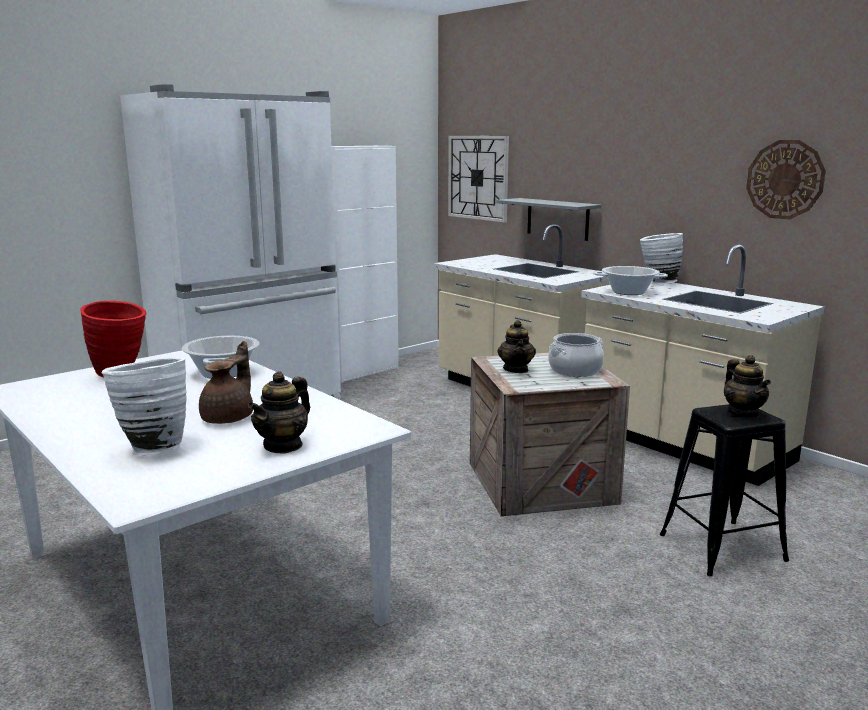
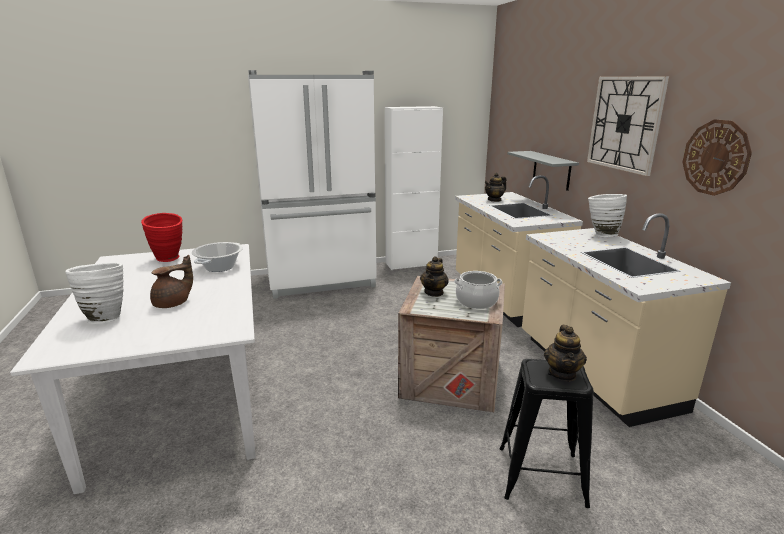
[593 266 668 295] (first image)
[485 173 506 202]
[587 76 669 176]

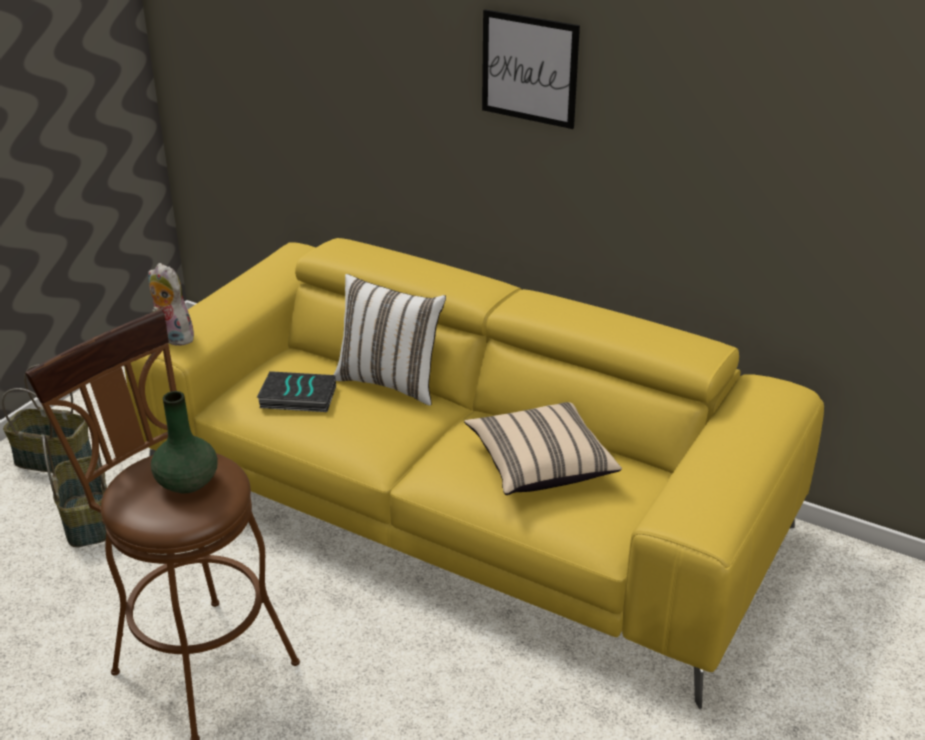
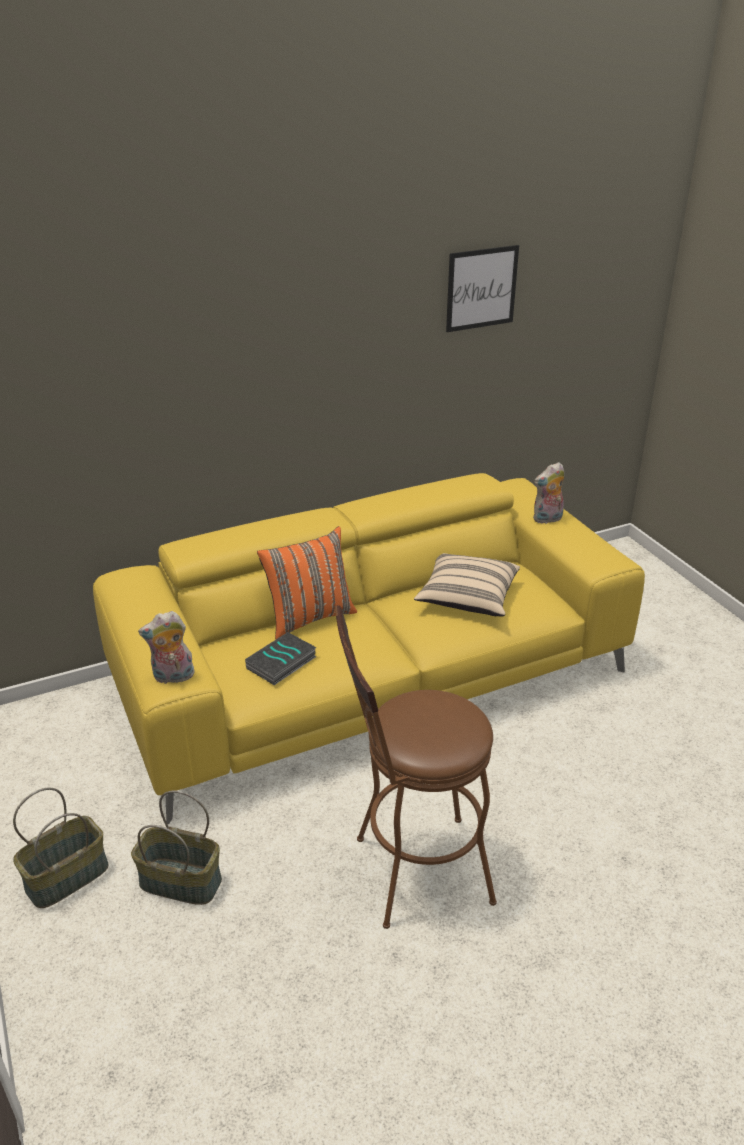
[151 391 218 494] (first image)
[533 462 565 524]
[446 245 519 332]
[257 526 357 639]

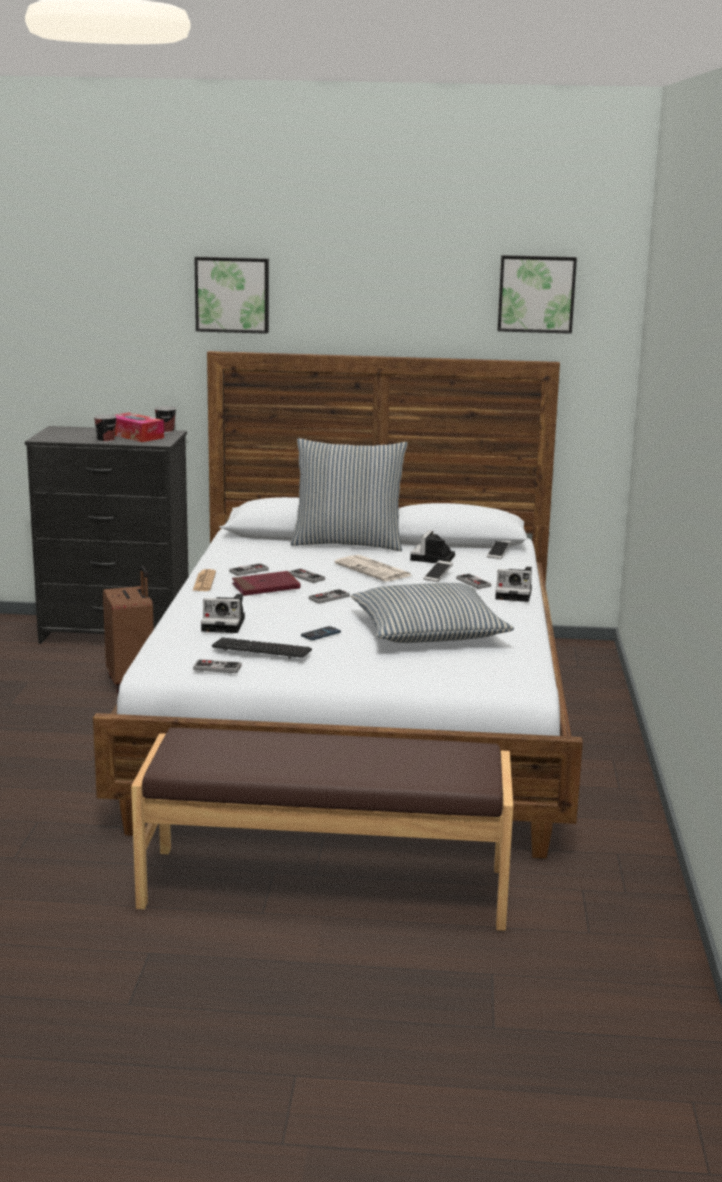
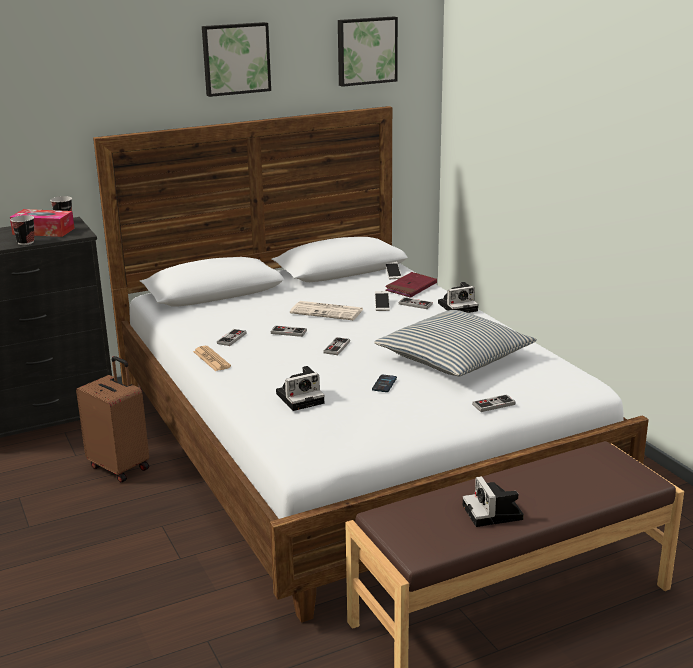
[212 637 312 659] (first image)
[290 438 408 551] (first image)
[472 394 516 412]
[202 22 271 97]
[385 272 437 298]
[463 476 524 527]

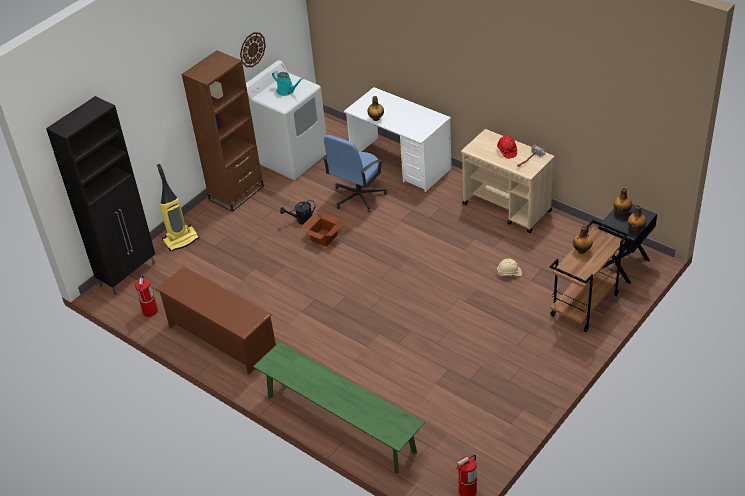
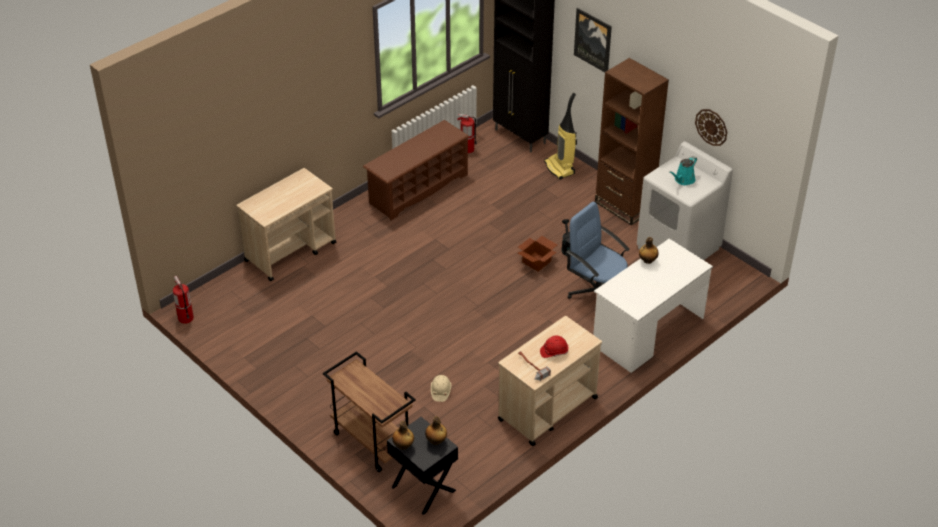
[573 226 593 254] (first image)
[574 8 612 72]
[237 168 336 281]

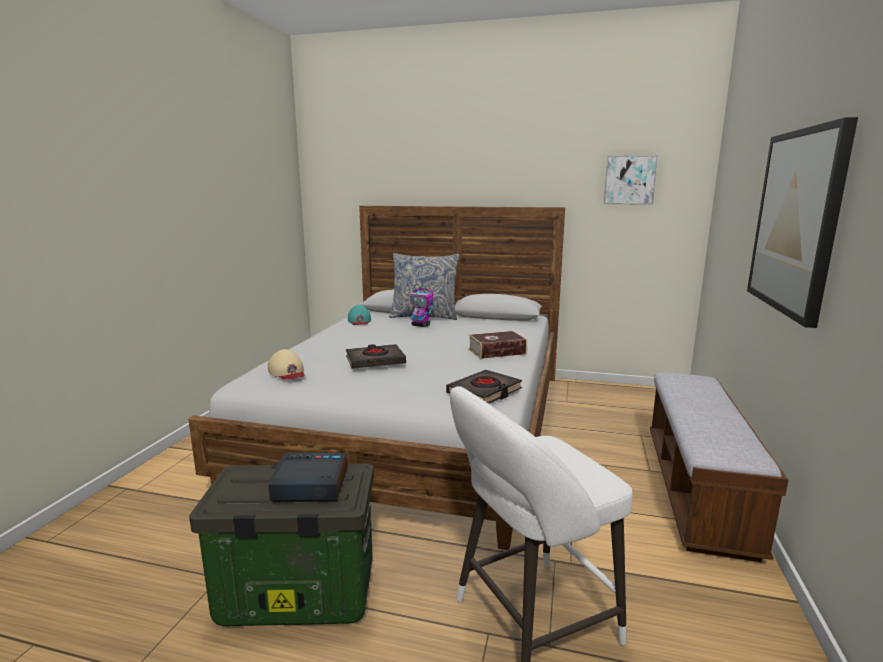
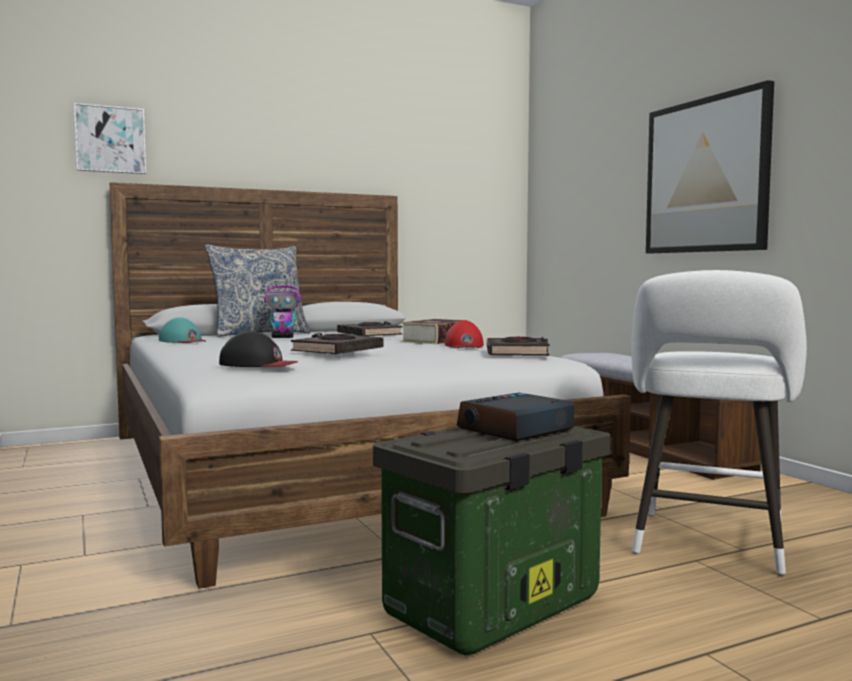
[337 321 403 336]
[445 320 484 348]
[74 103 146 174]
[219 331 298 367]

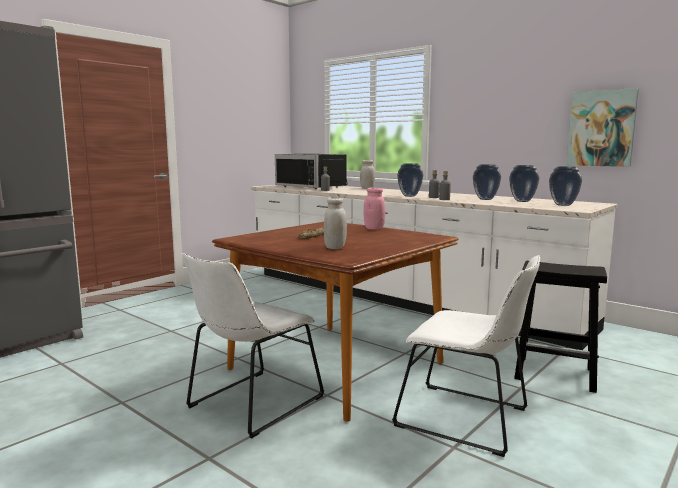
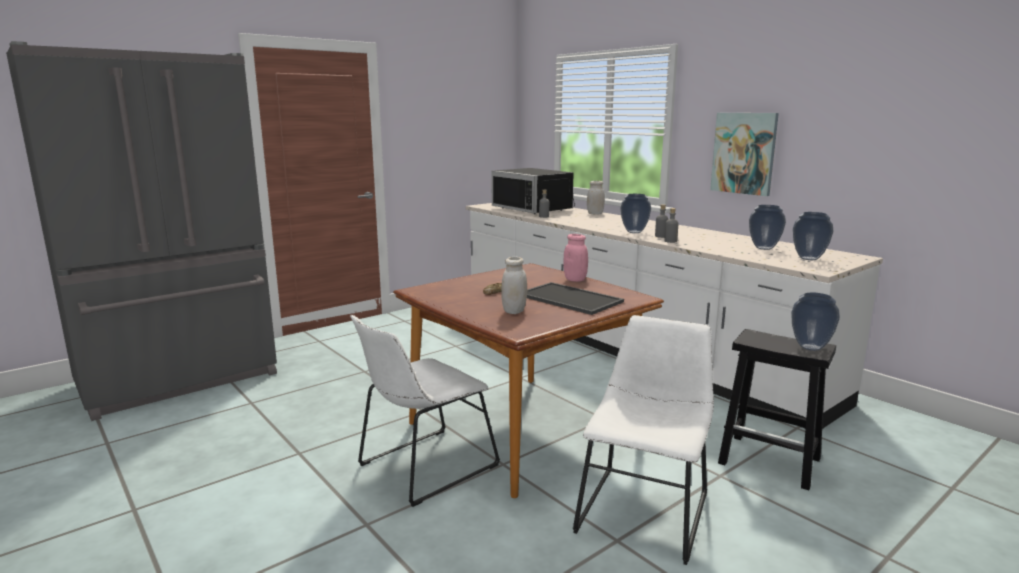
[527 282 624 315]
[791 293 840 351]
[710 113 779 196]
[573 315 714 565]

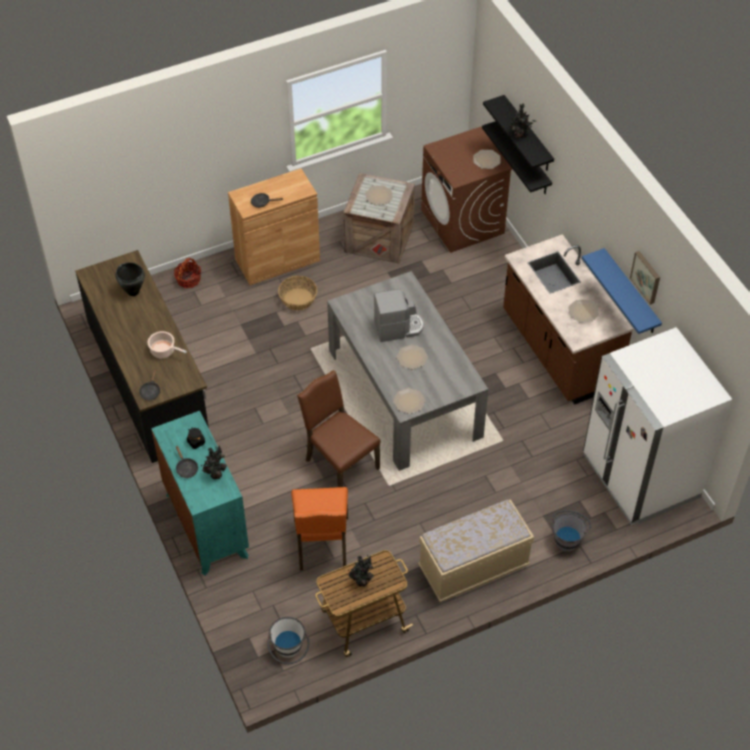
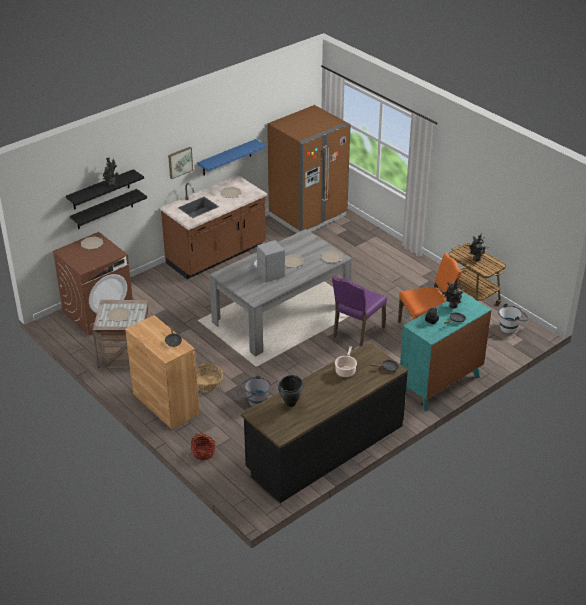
[418 499 534 602] (first image)
[237 375 271 407]
[168 147 193 179]
[332 276 387 347]
[267 105 351 233]

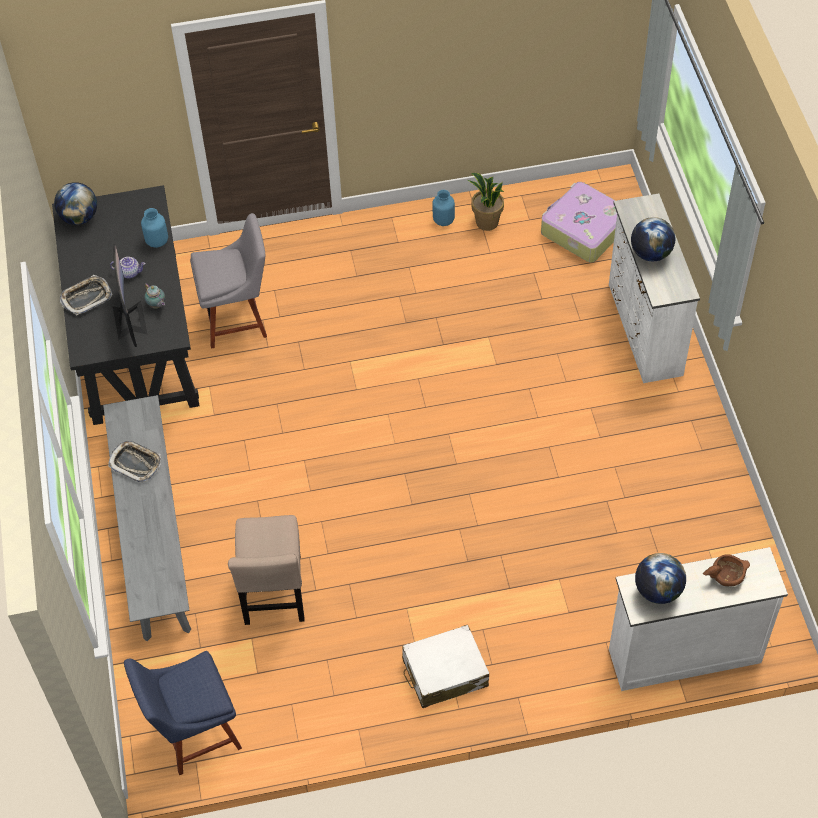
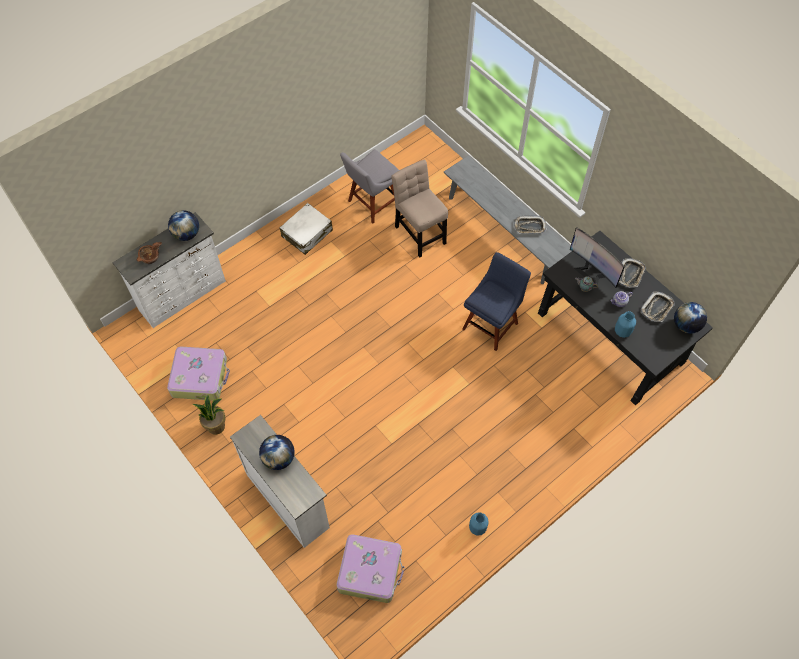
[167 347 230 401]
[641 291 675 322]
[462 252 531 351]
[340 149 399 223]
[193 395 226 435]

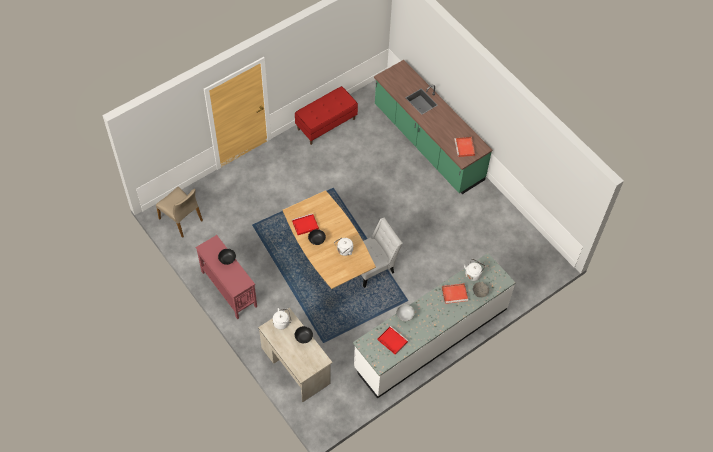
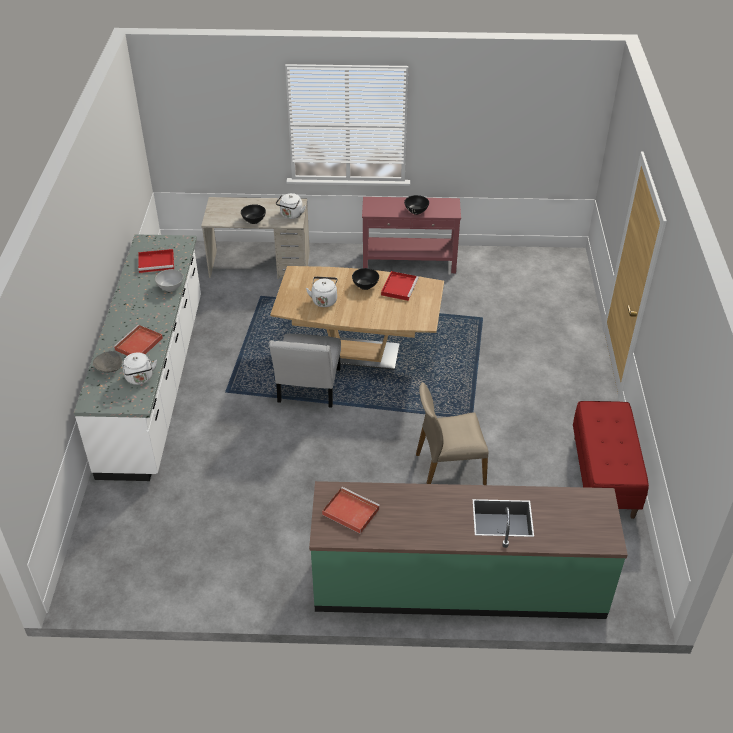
[416 382 489 485]

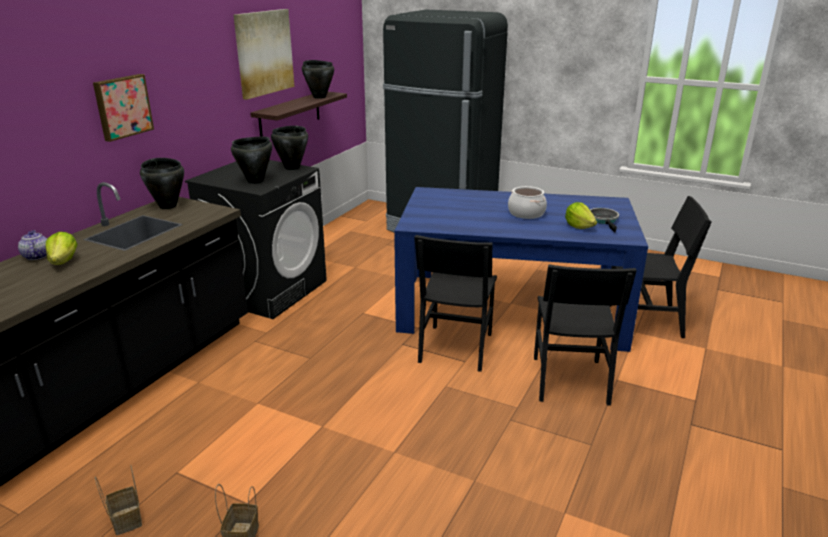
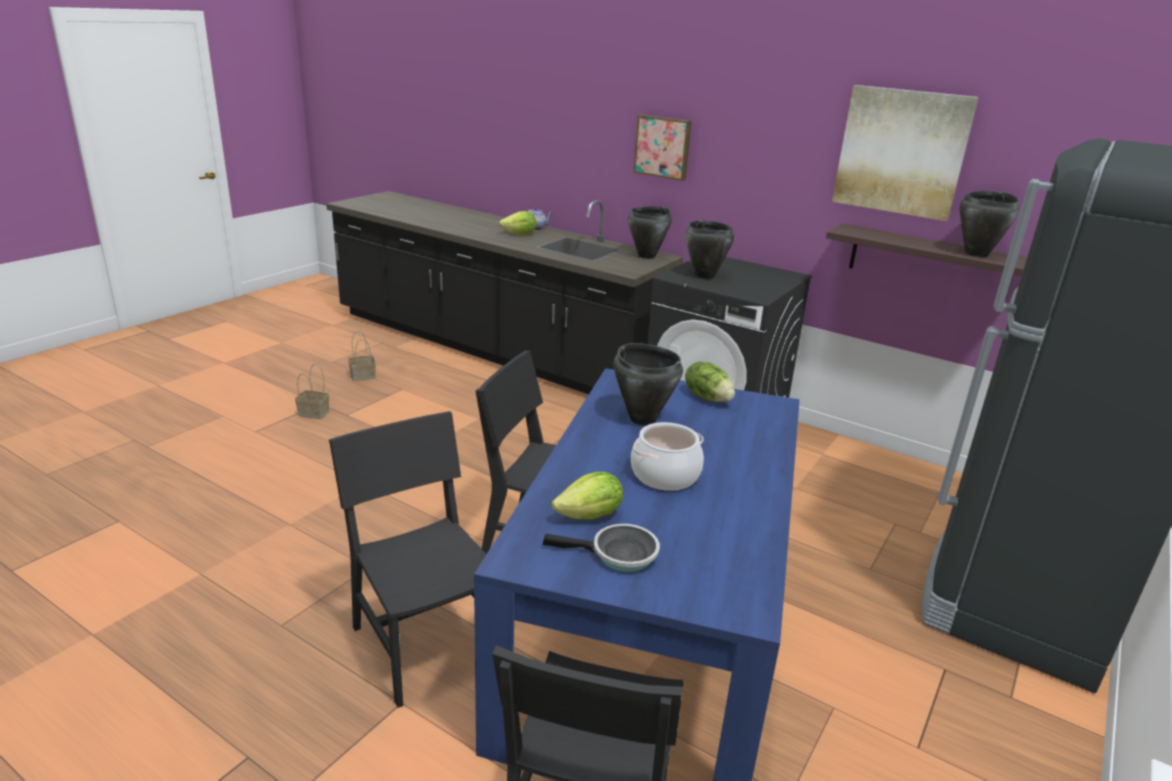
[685 361 735 402]
[613 343 683 425]
[329 411 486 708]

